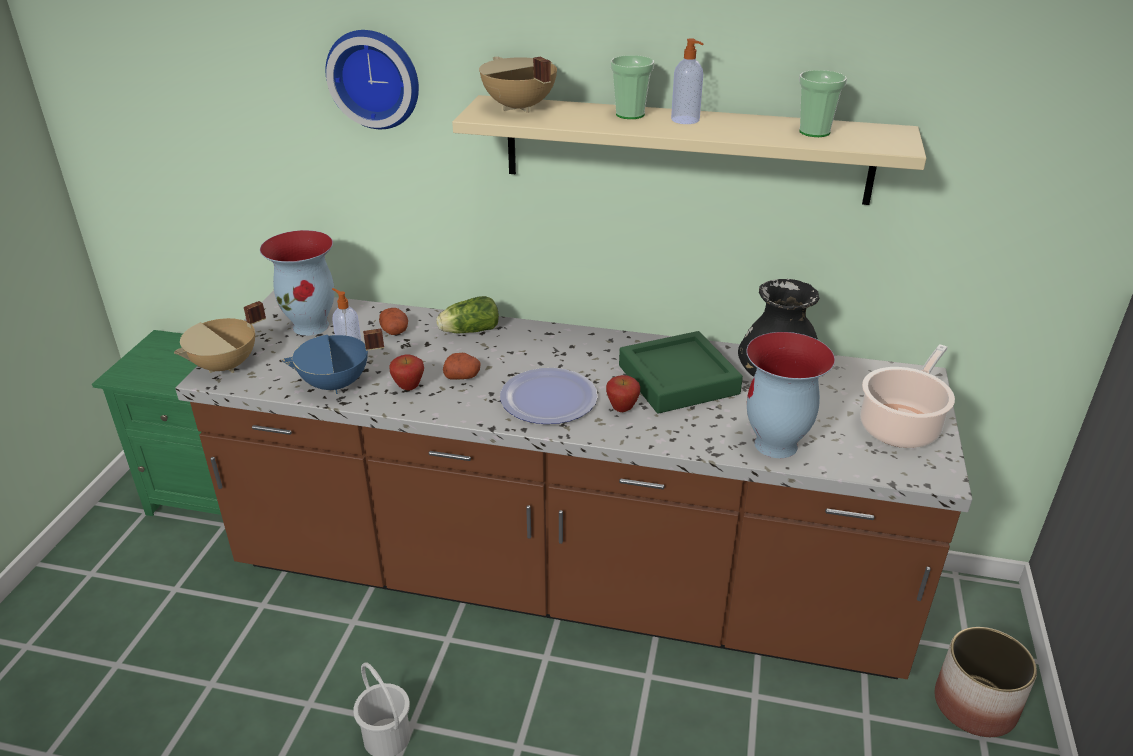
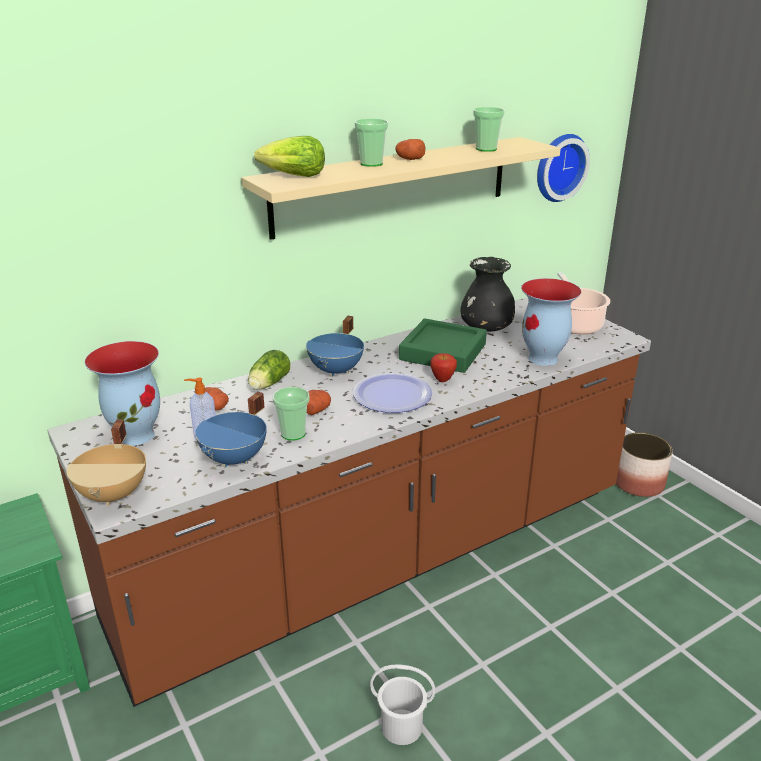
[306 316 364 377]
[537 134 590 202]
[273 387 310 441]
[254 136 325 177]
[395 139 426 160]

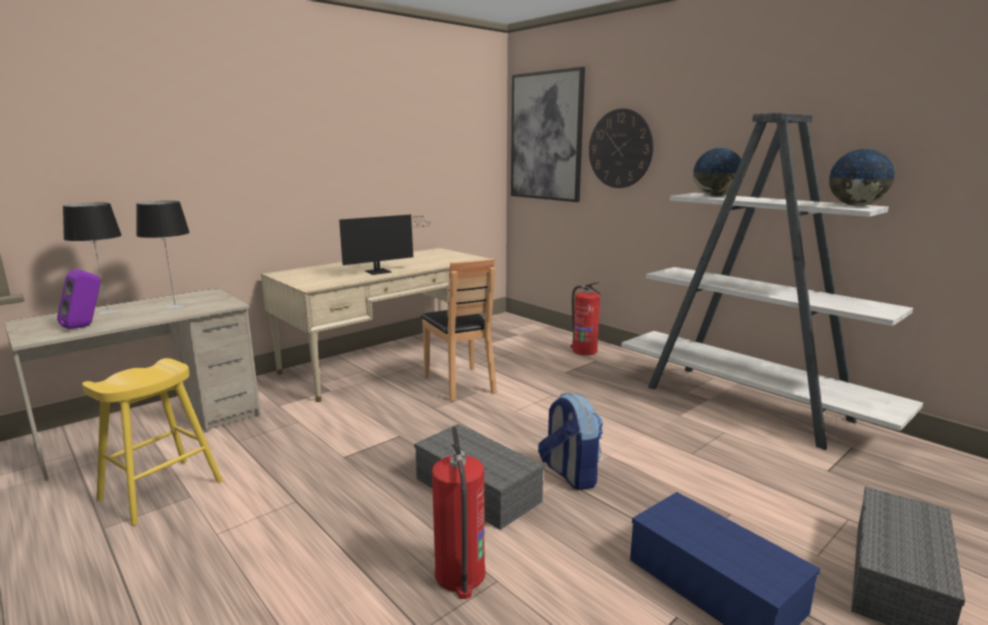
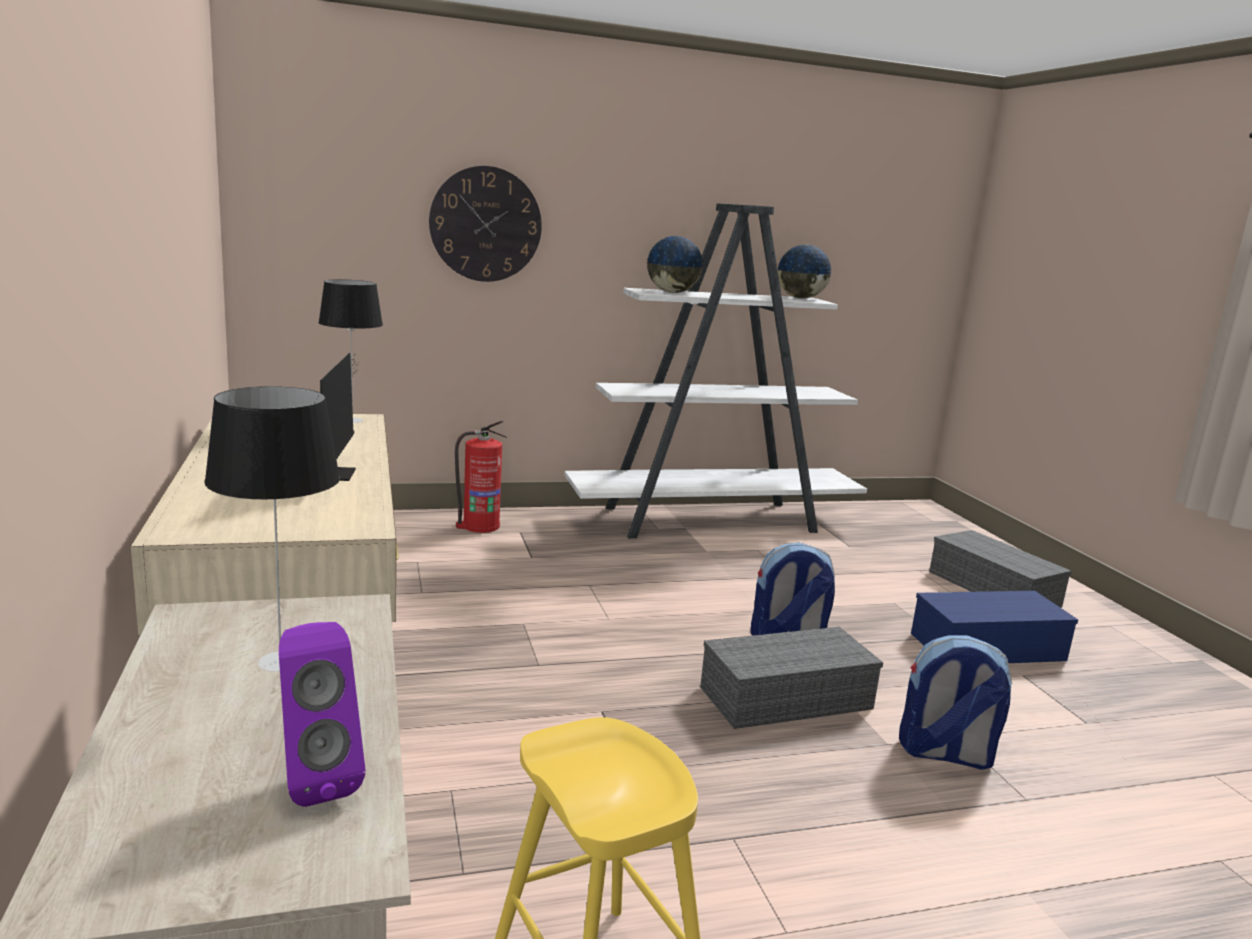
[421 258 497 401] (first image)
[511 67 585 202] (first image)
[319 279 383 423]
[899 635 1012 769]

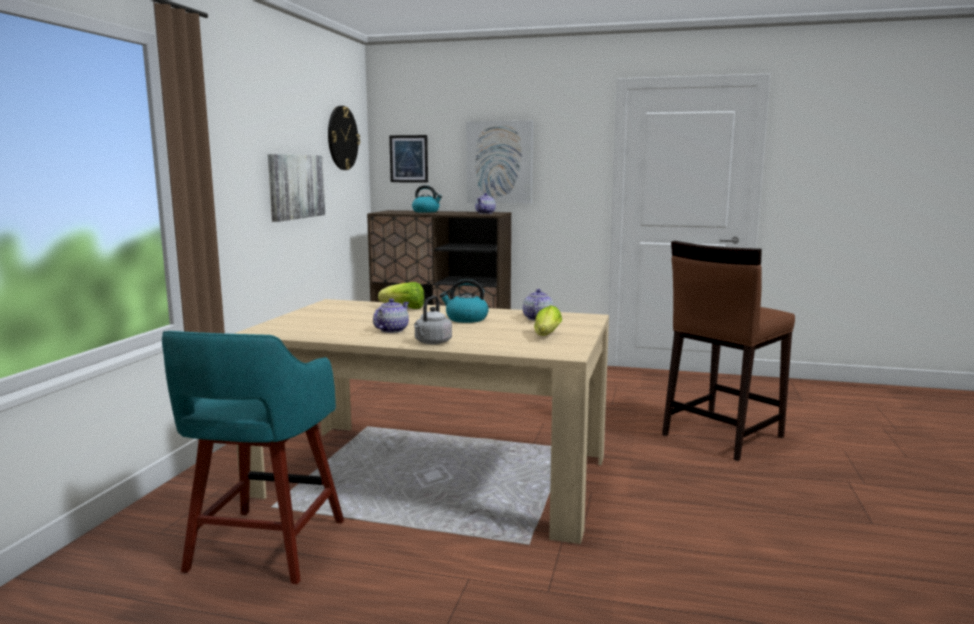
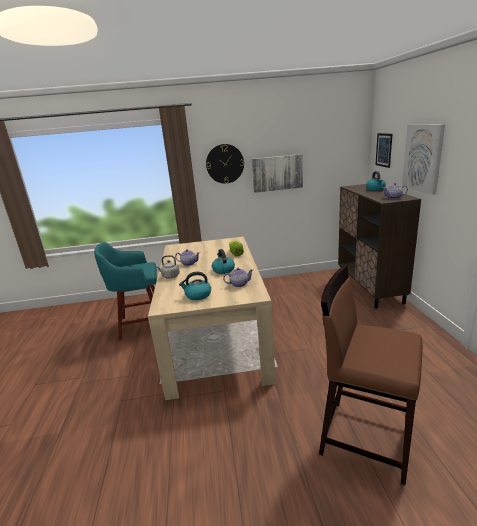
[206 144 244 184]
[179 272 211 300]

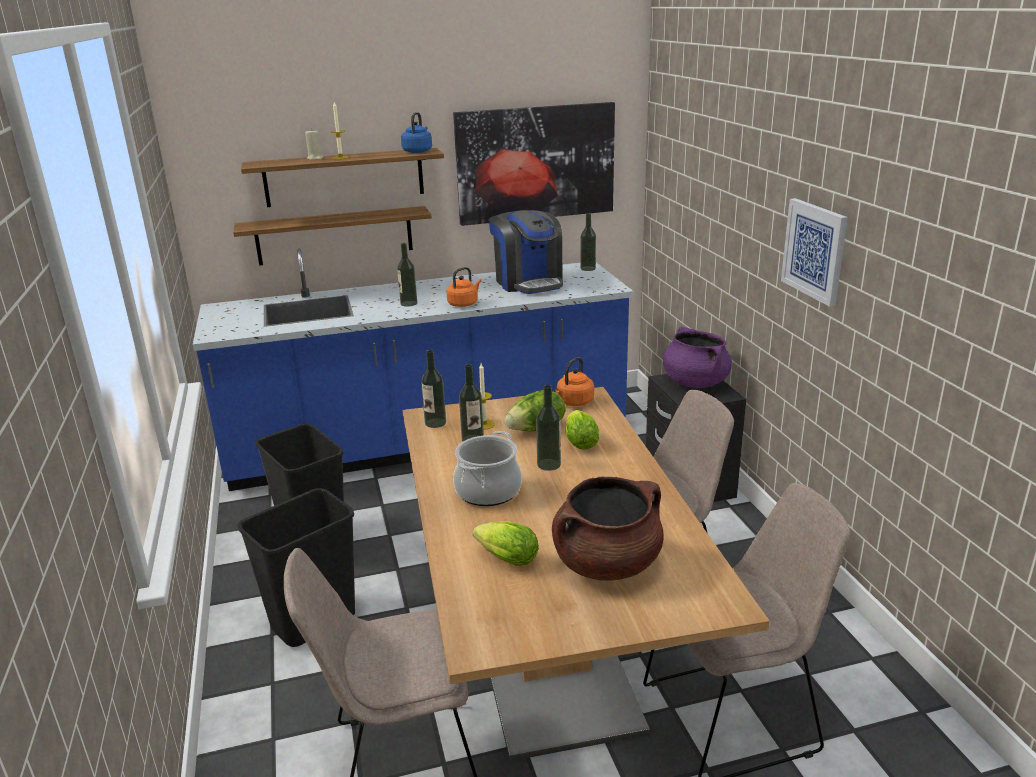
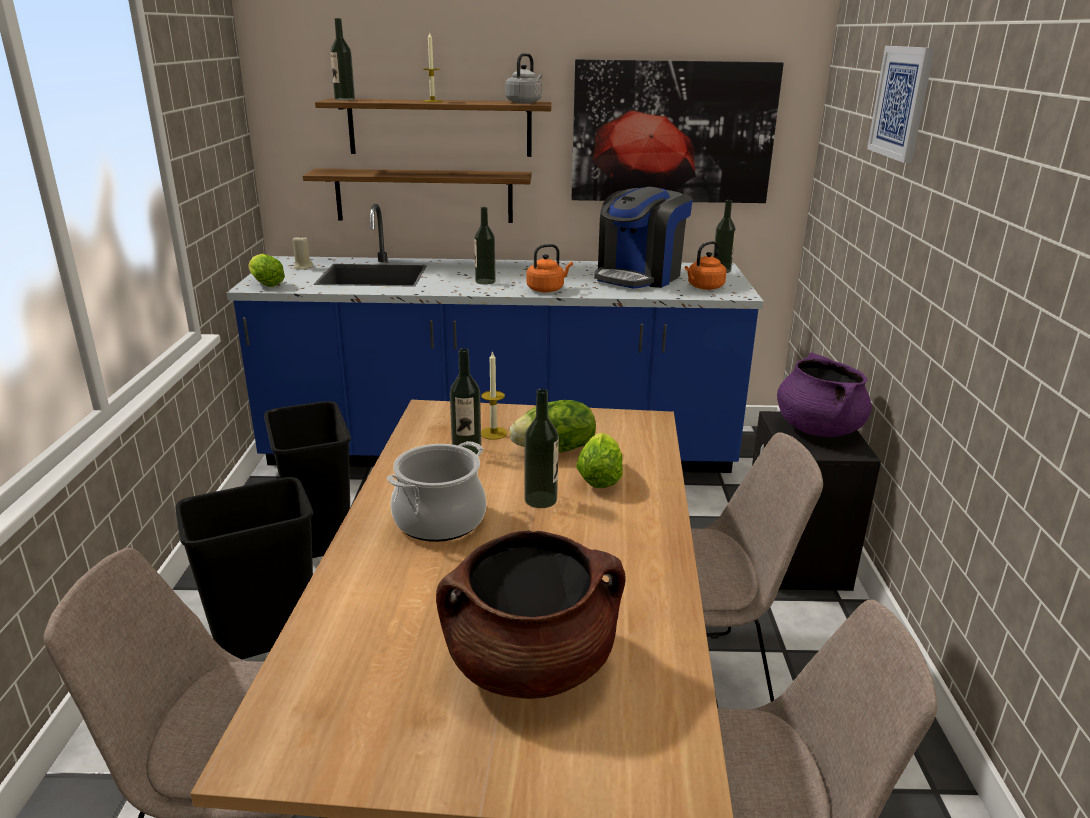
[292 236 313 270]
[330 18 355 100]
[248 254 285 287]
[684 241 726 290]
[867 46 935 163]
[505 53 542 103]
[594 187 693 289]

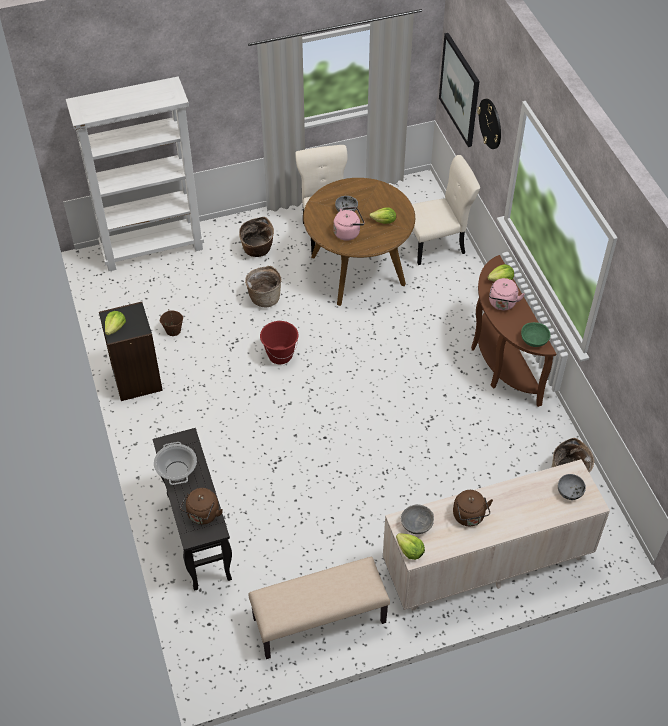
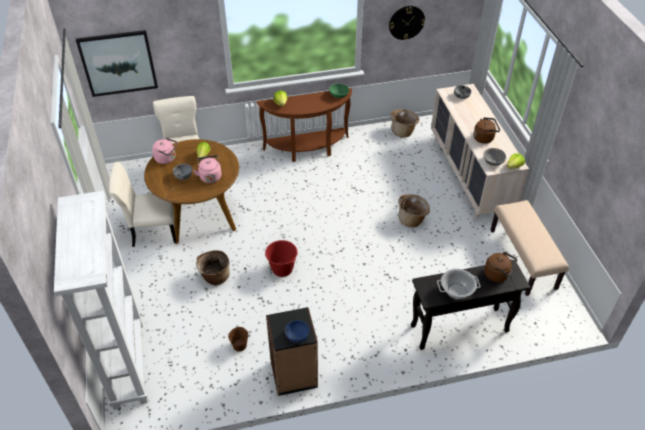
[398 194 430 227]
[389 6 425 40]
[152 138 178 164]
[285 320 309 343]

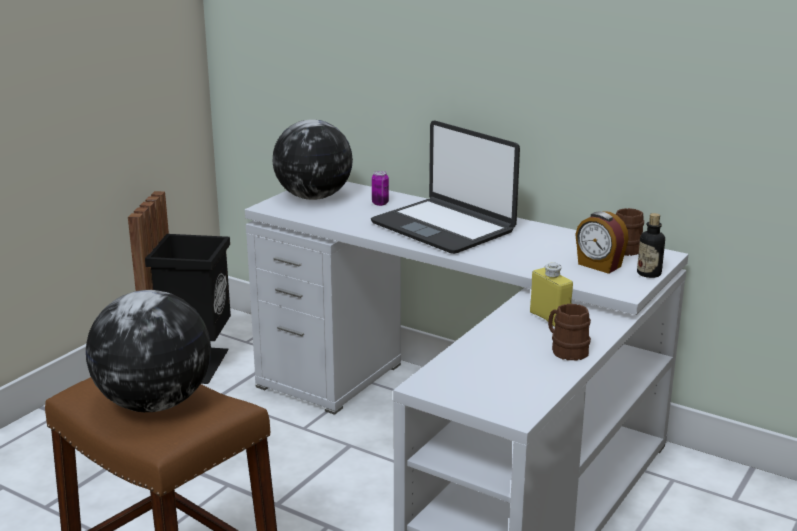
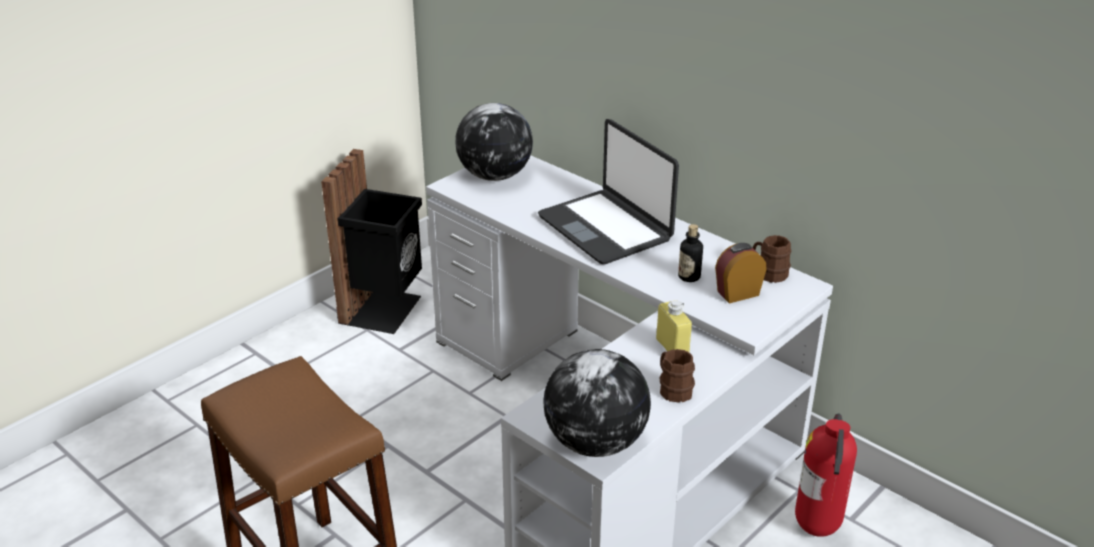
[372 171 389 206] (first image)
[795 414 857 537]
[543 349 651 457]
[678 224 703 282]
[715 243 767 304]

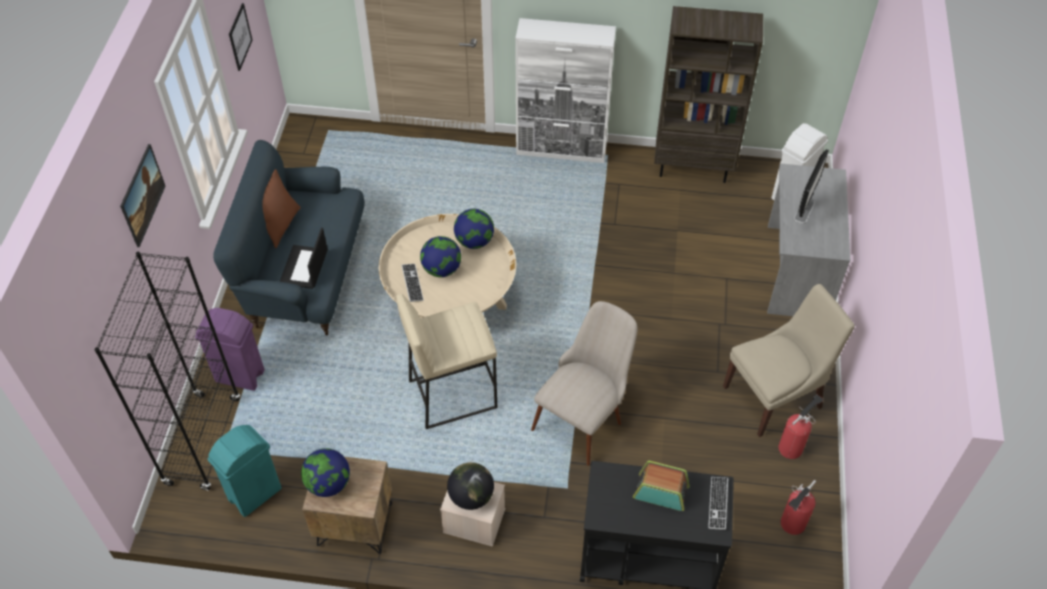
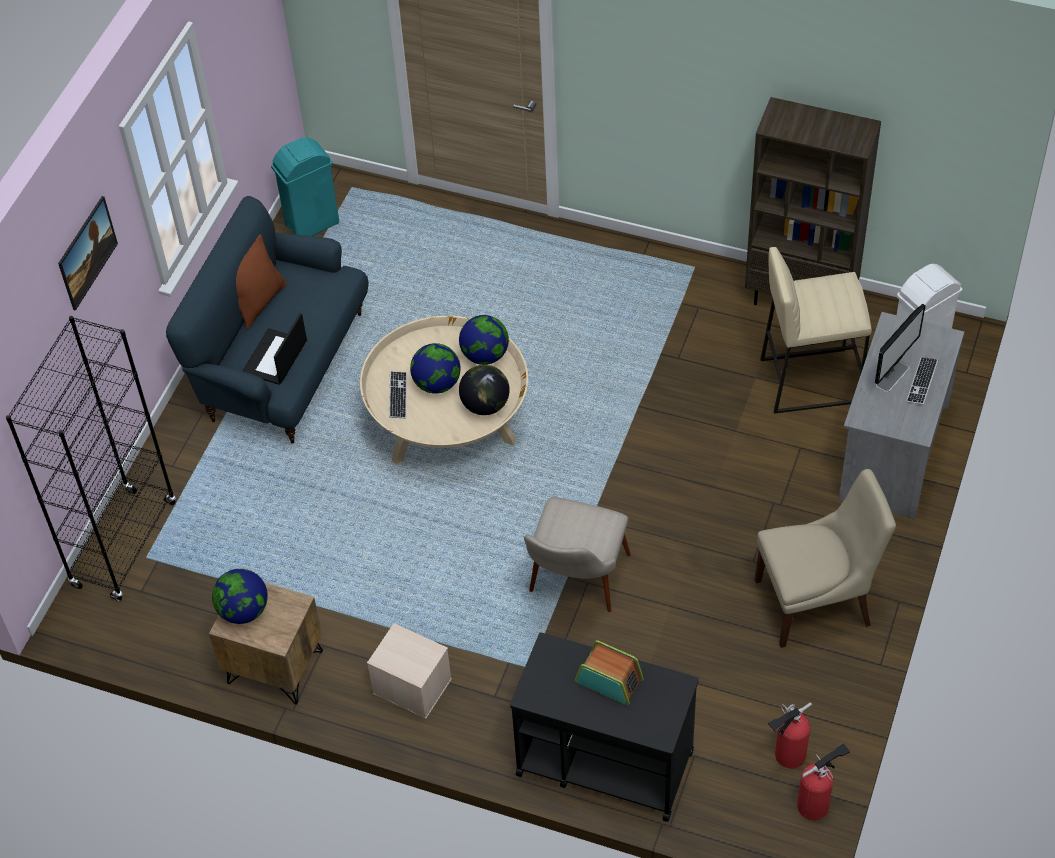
[195 308 265 391] (first image)
[229 3 252 71] (first image)
[515 18 616 163] (first image)
[271 137 339 236]
[760 247 872 414]
[459 365 510 415]
[906 357 938 405]
[797 743 850 820]
[524 497 631 612]

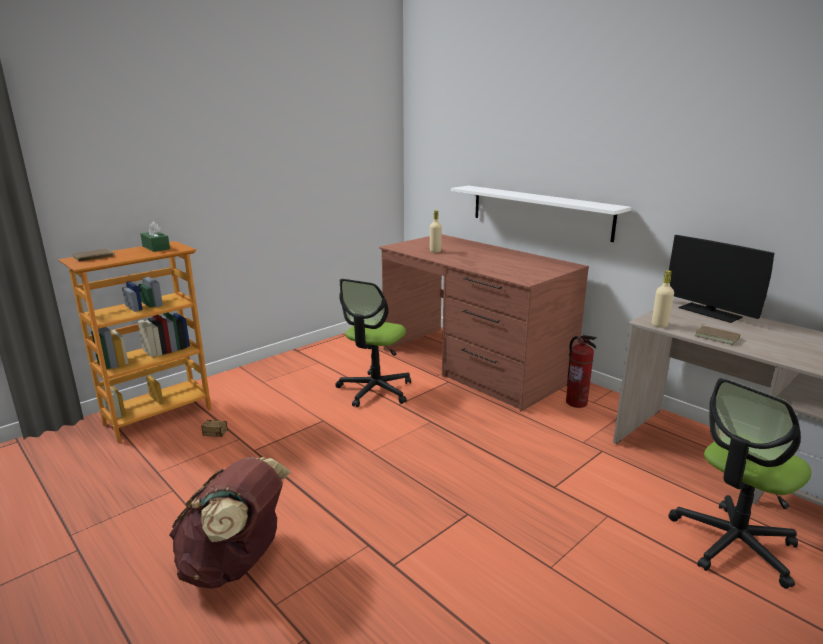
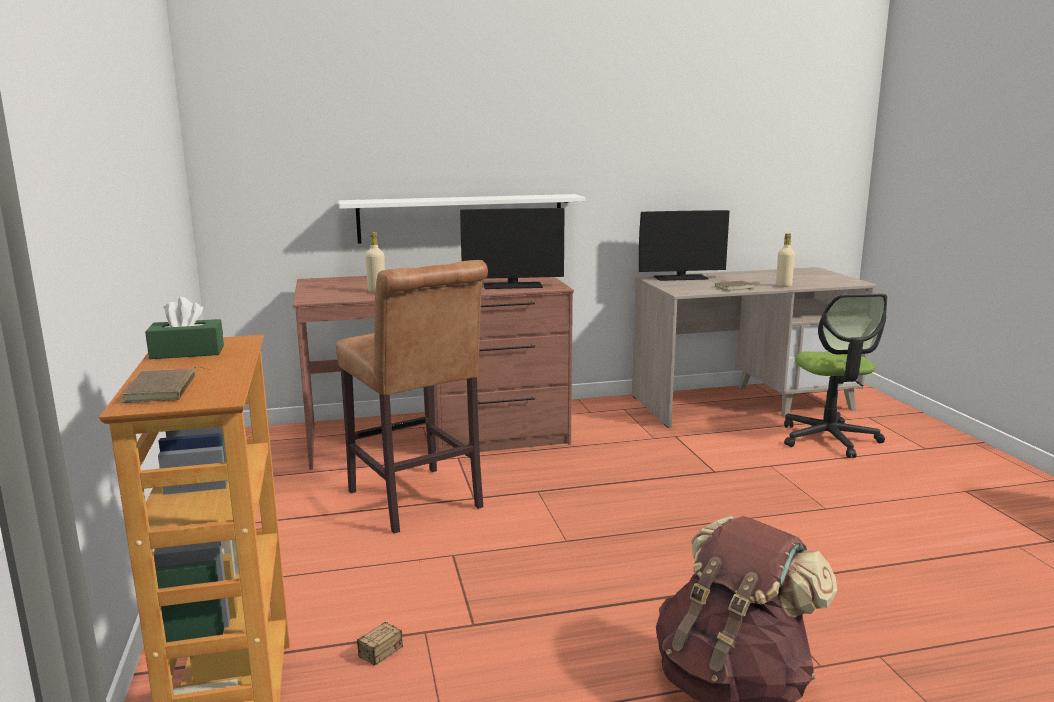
[566 335 597 408] (first image)
[460 208 565 289]
[776 233 795 287]
[336 260 488 534]

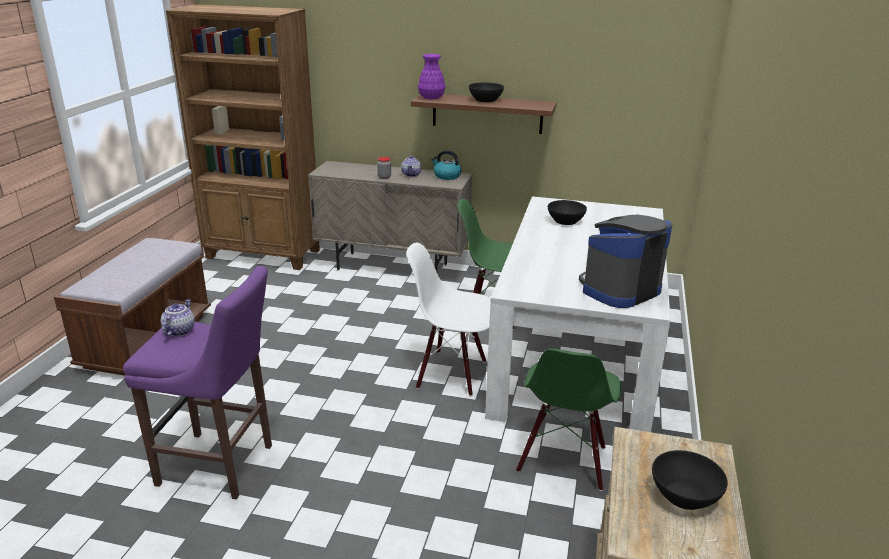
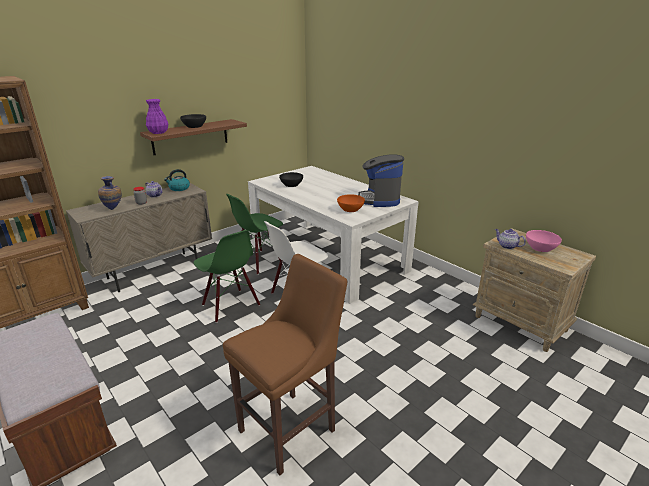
[98 176 122 210]
[337 194 365 212]
[495 229 526 249]
[194 230 260 323]
[223 254 347 475]
[526 230 562 252]

